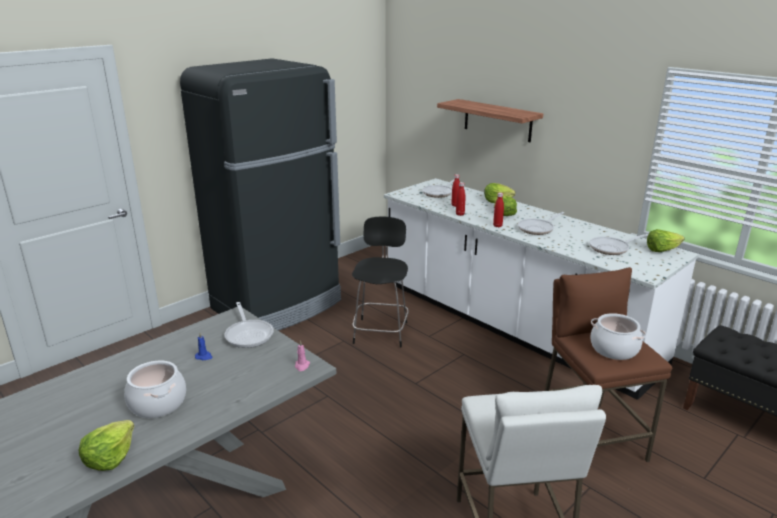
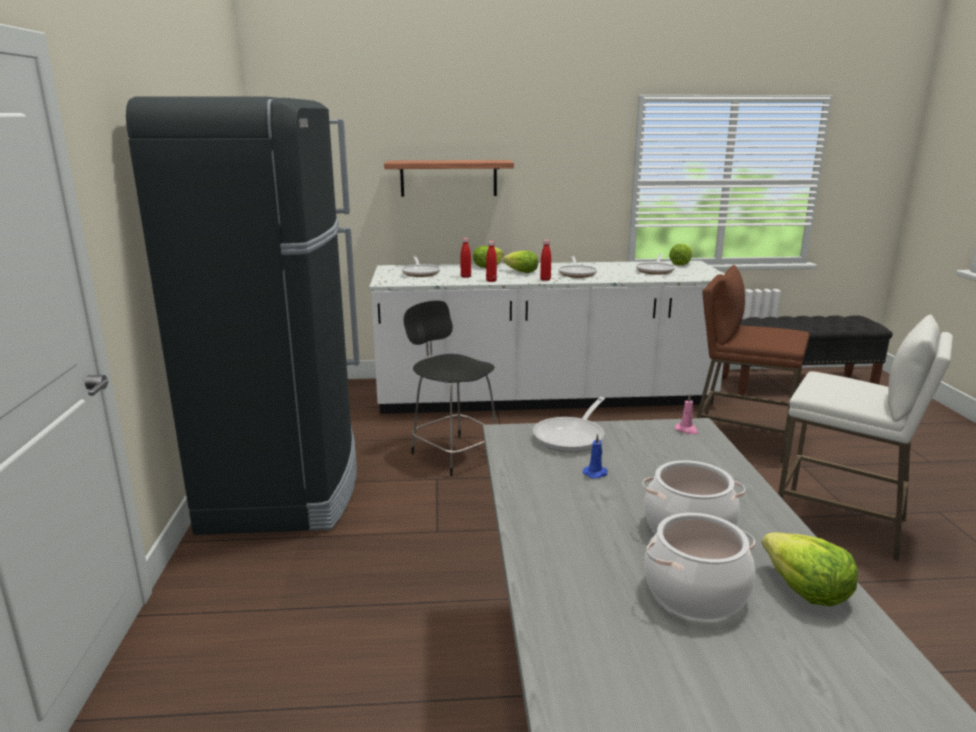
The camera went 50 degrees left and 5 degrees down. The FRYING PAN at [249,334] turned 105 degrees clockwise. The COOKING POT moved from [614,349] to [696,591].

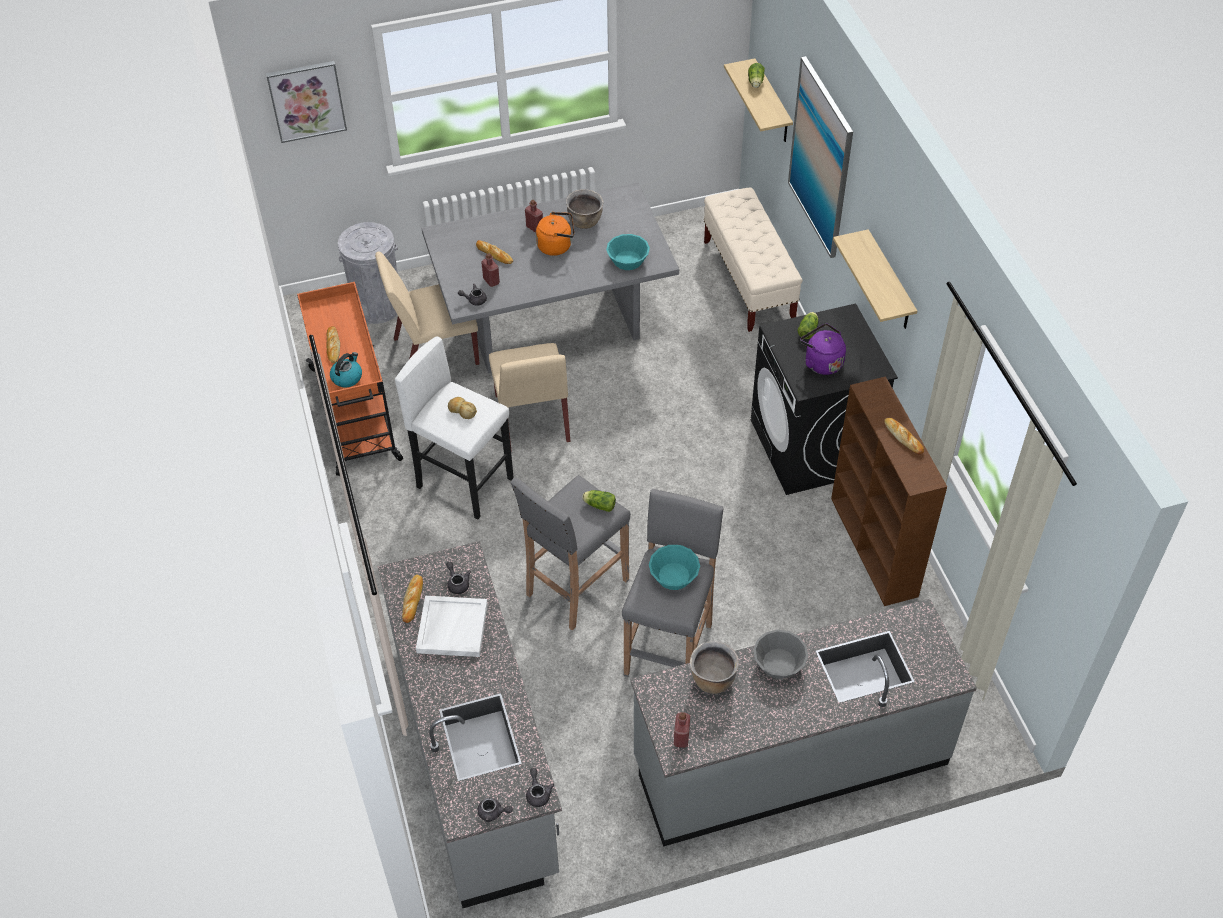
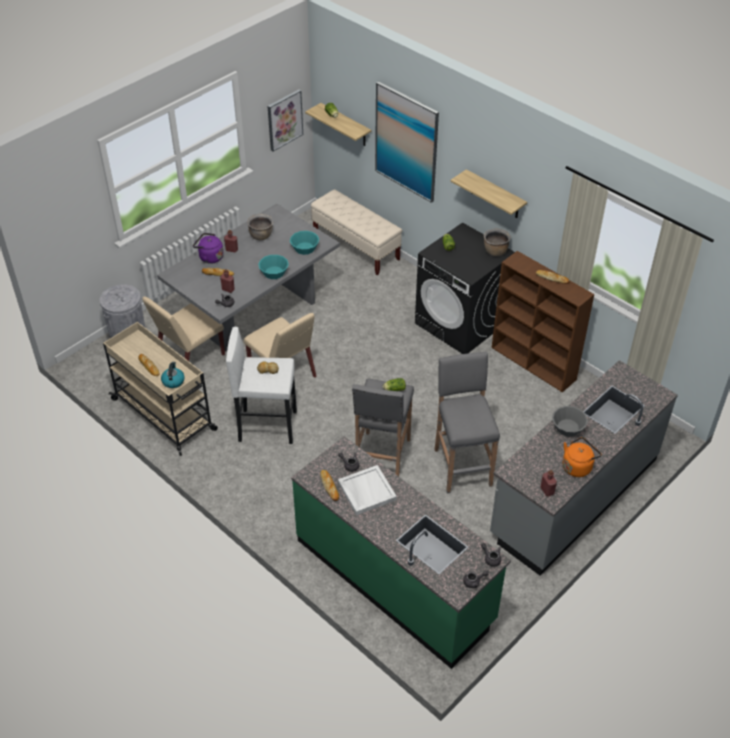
The camera went 30 degrees left and 5 degrees down. The PICTURE moved from [306,100] to [284,119]. The ORANGE KETTLE moved from [556,246] to [578,466]. The ORANGE CART at [355,415] became the BEIGE CART at [165,415]. The PURPLE KETTLE moved from [821,362] to [209,257]. The GREY COUNTER at [476,757] became the GREEN COUNTER at [395,579]. The TURQUOISE BOWL moved from [673,575] to [274,272]. The BROWN COOKING POT moved from [712,679] to [495,251].

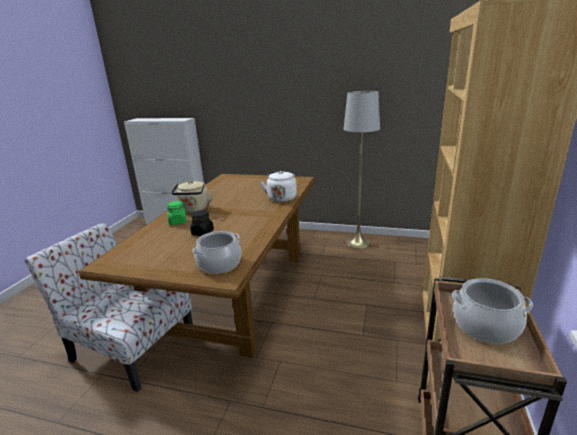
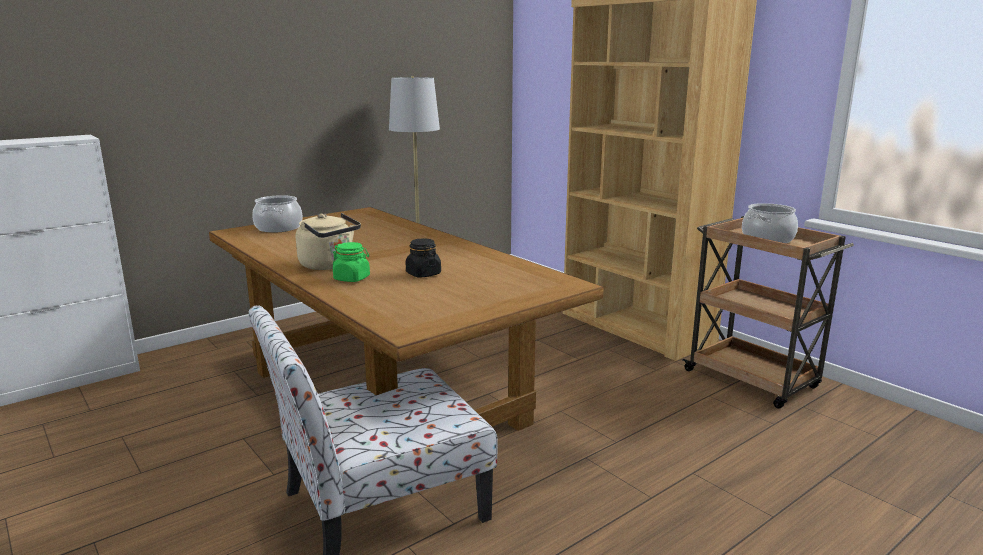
The camera went 55 degrees left and 5 degrees down. The WHITE KETTLE at [282,197] disappeared. The COOKING POT moved from [219,264] to [278,228].

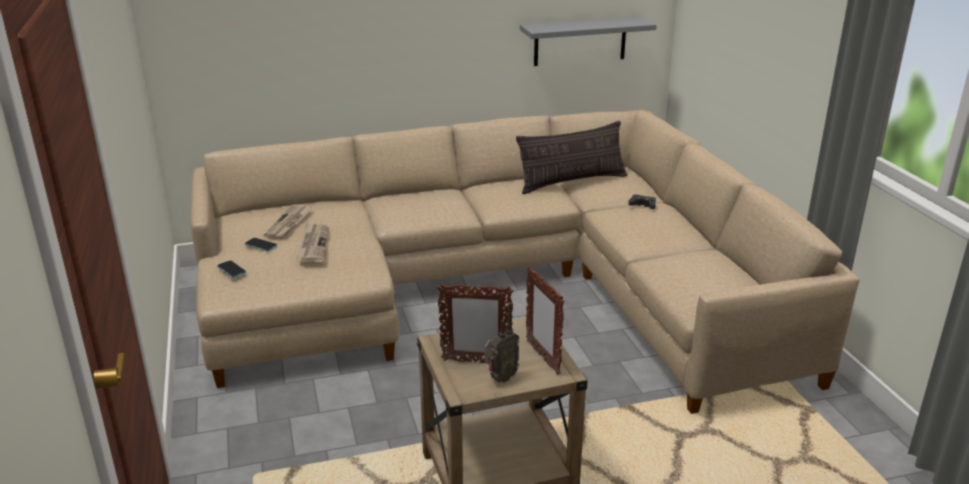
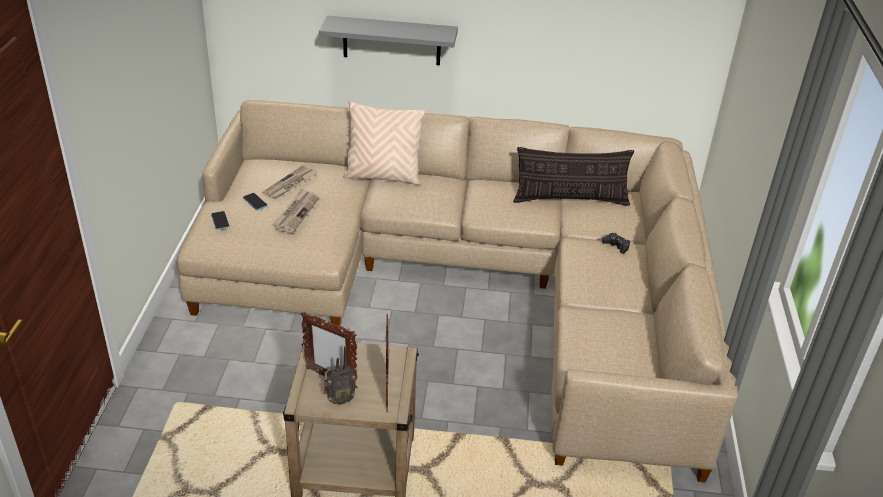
The camera went 20 degrees right and 10 degrees up. The GREY SHELF moved from [580,41] to [392,40]. The BEIGE PILLOW at [383,176] appeared.

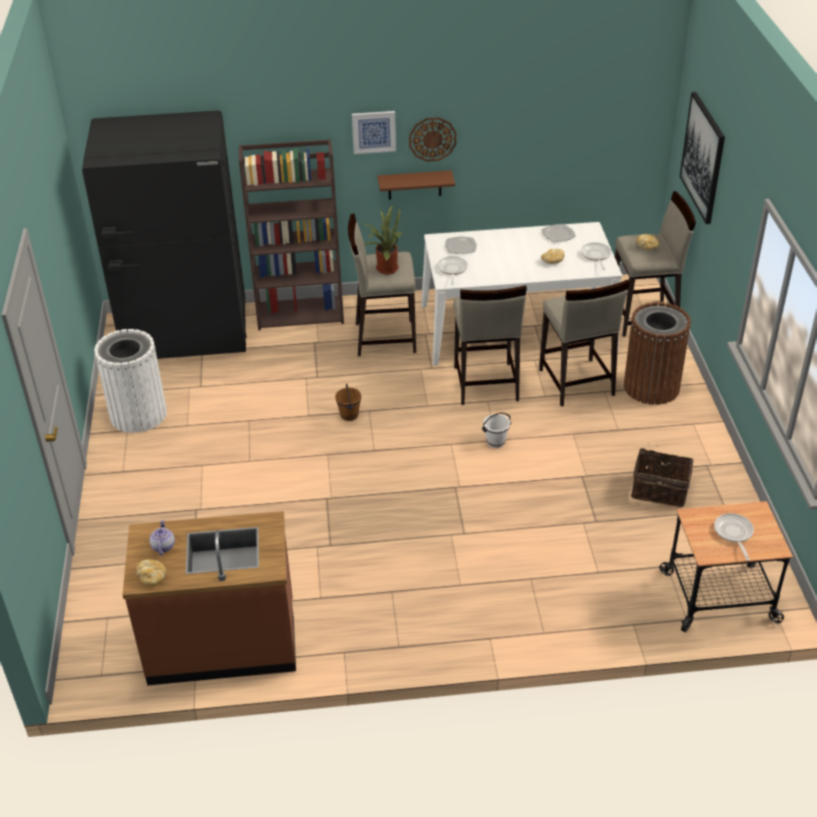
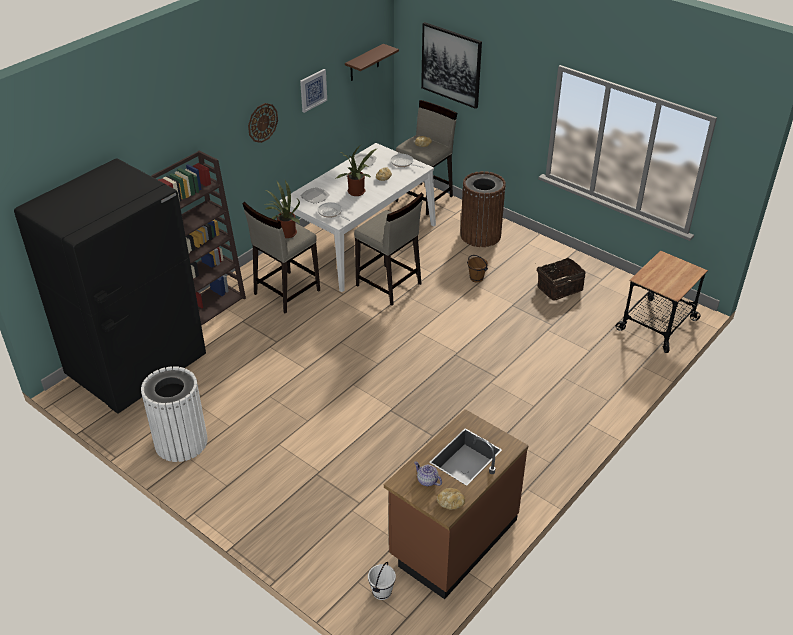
The camera went 45 degrees left and 0 degrees up. The PICTURE moved from [374,131] to [313,90]. The BROWN SHELF moved from [414,185] to [364,63]. The BEIGE STOOL at [576,383] disappeared. The BROWN BUCKET moved from [349,415] to [476,278]. The WHITE BUCKET moved from [496,442] to [382,592]. The FRYING PAN at [733,534] disappeared. The POTTED PLANT at [357,193] appeared.

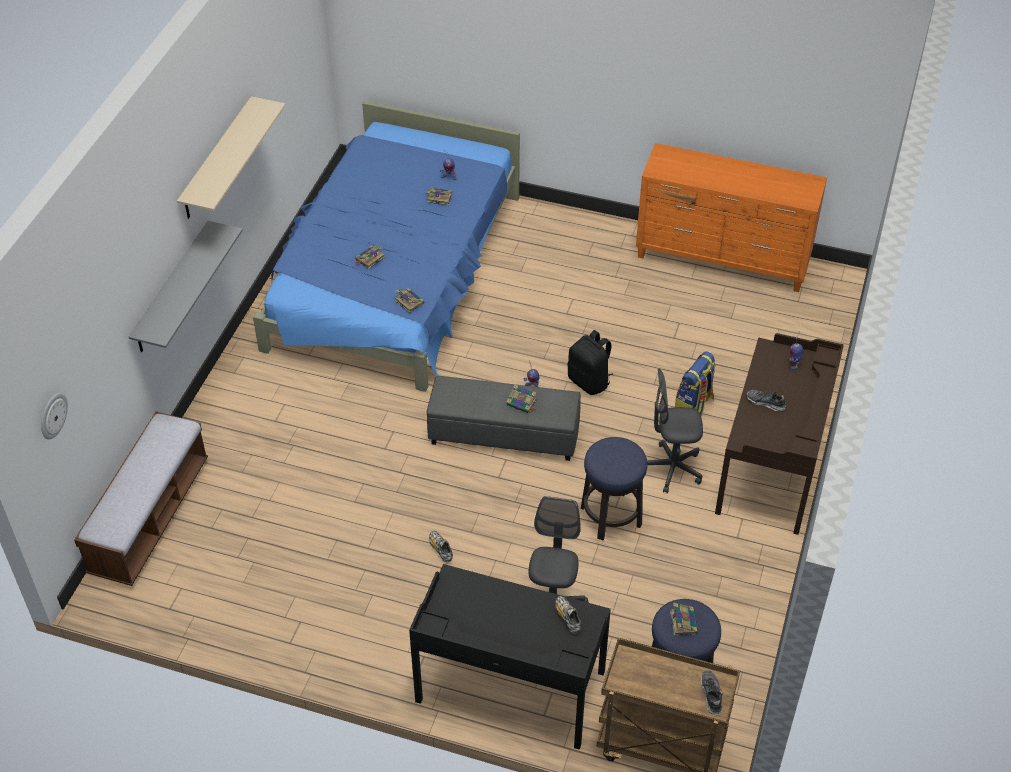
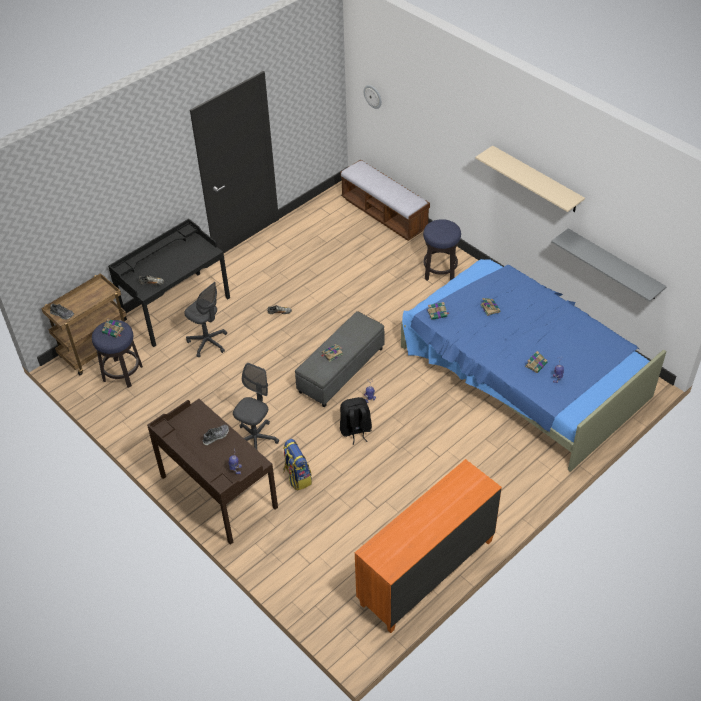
The camera went 120 degrees right and 0 degrees up. The GREY SHELF moved from [172,288] to [614,264]. The STOOL moved from [611,516] to [440,271].

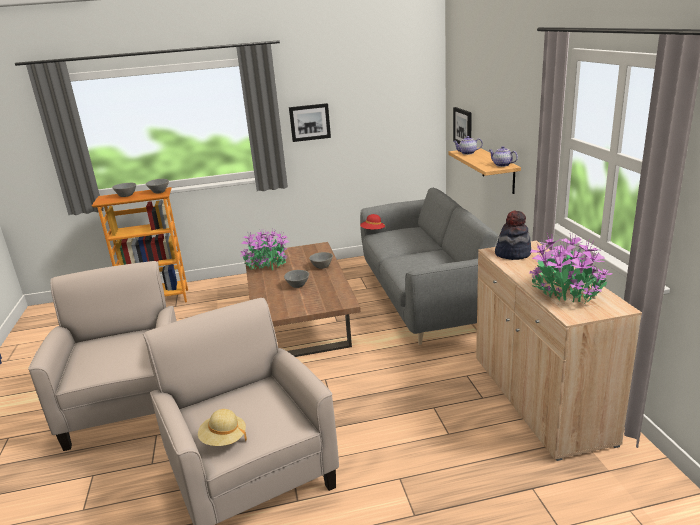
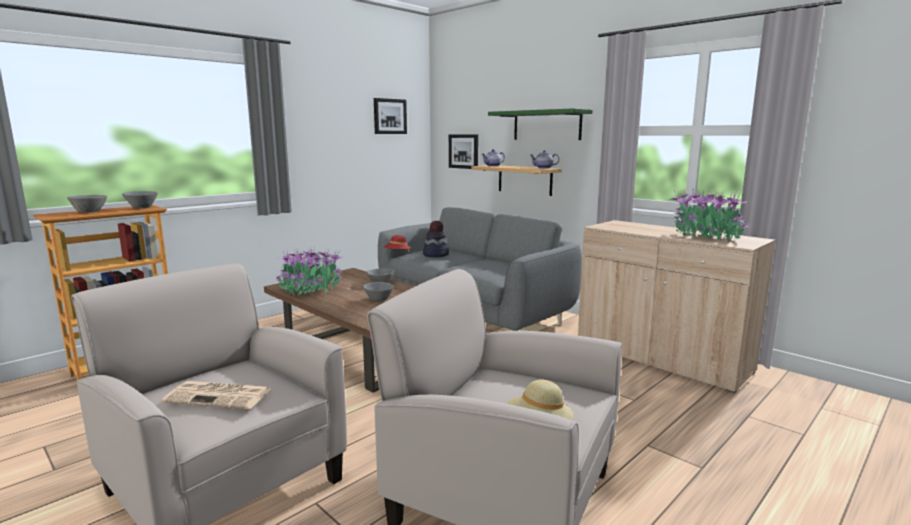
The camera went 35 degrees left and 10 degrees down. The PICTURE moved from [309,122] to [389,116]. The HAT moved from [512,254] to [435,254]. The GREEN SHELF at [546,125] appeared. The NEWSPAPER at [220,395] appeared.

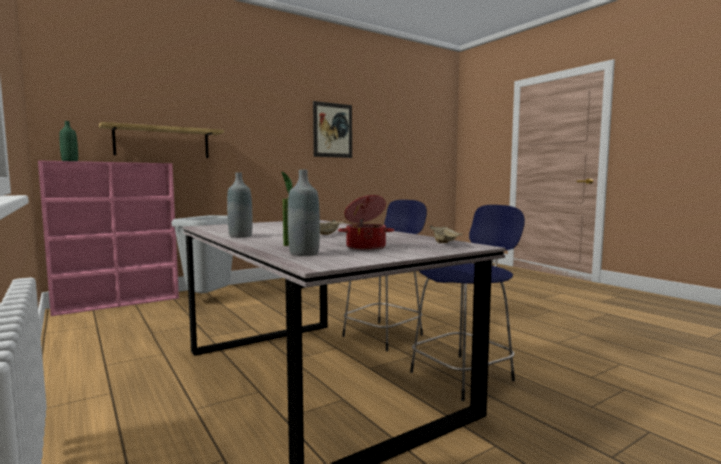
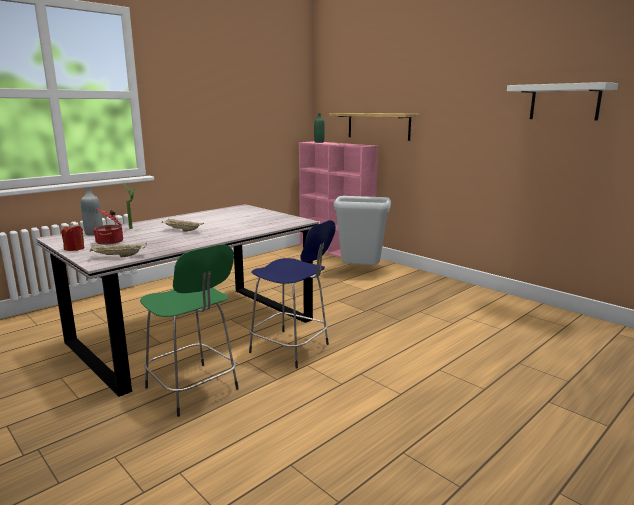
The camera went 80 degrees right and 10 degrees up. The PICTURE at [332,130] was replaced by the WHITE SHELF at [564,102]. The GREY BOTTLE at [240,236] disappeared. The BLUE STOOL at [464,375] became the GREEN STOOL at [193,390]. The RED CANDLE at [74,249] appeared.

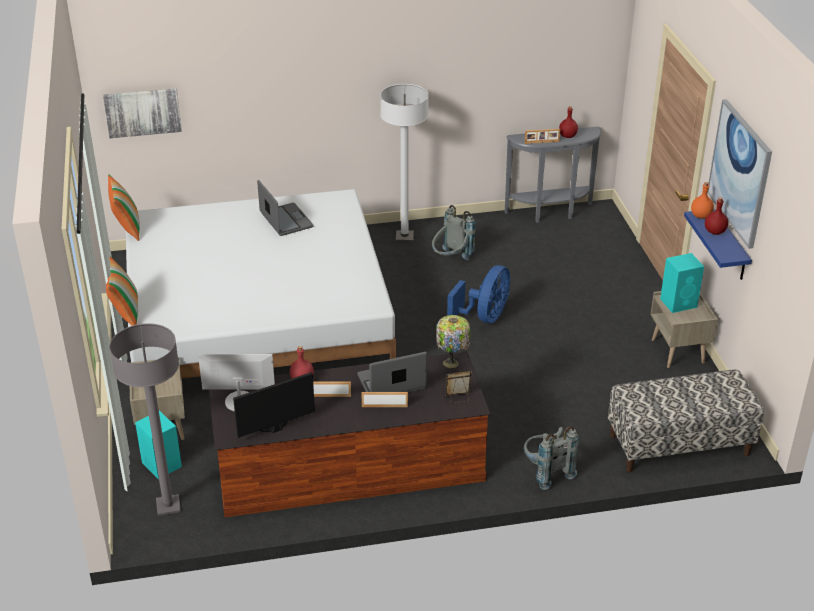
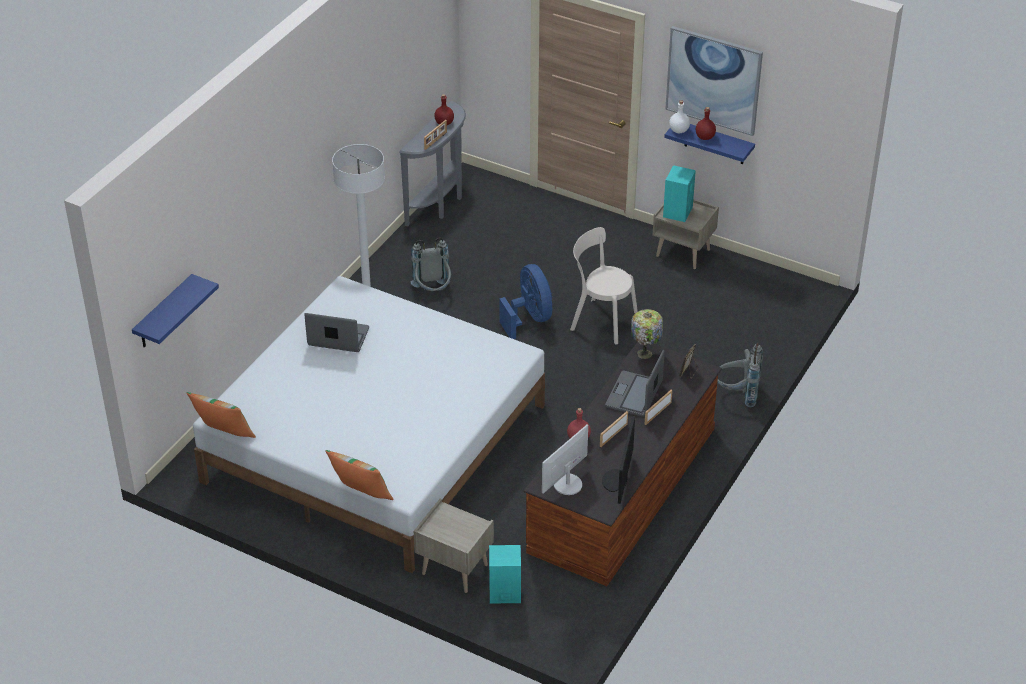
The camera went 50 degrees left and 5 degrees up. The PICTURE at [142,112] was replaced by the BLUE SHELF at [164,313]. The ORANGE BOTTLE at [700,216] became the WHITE BOTTLE at [679,131]. The GREY FLOOR LAMP at [168,506] disappeared. The BENCH at [679,445] disappeared. The BEIGE CHAIR at [601,320] appeared.

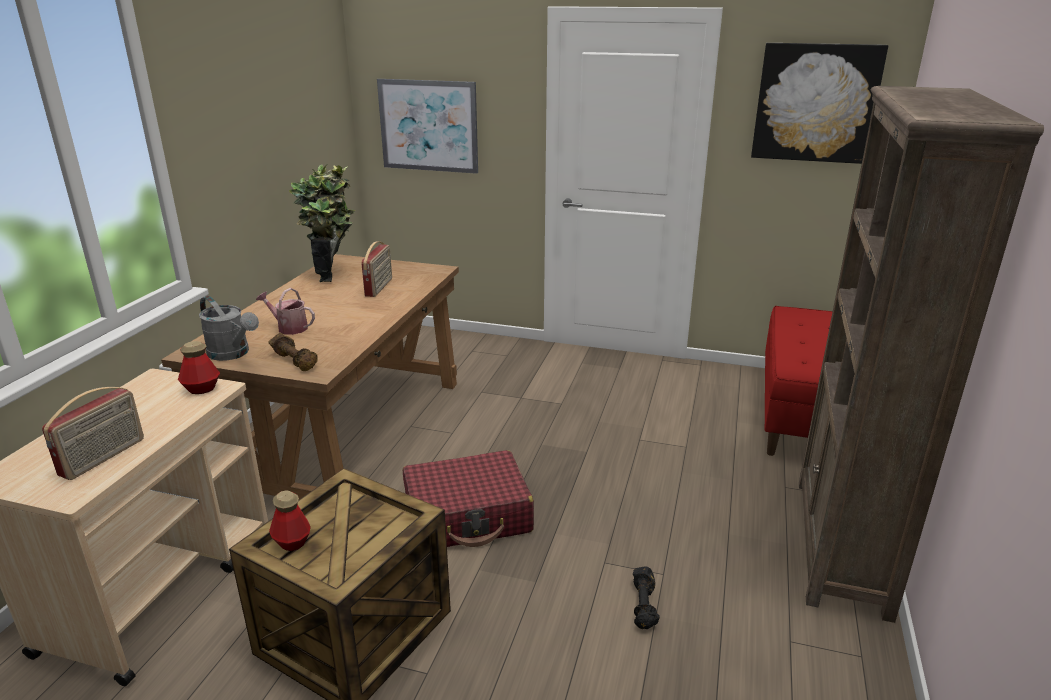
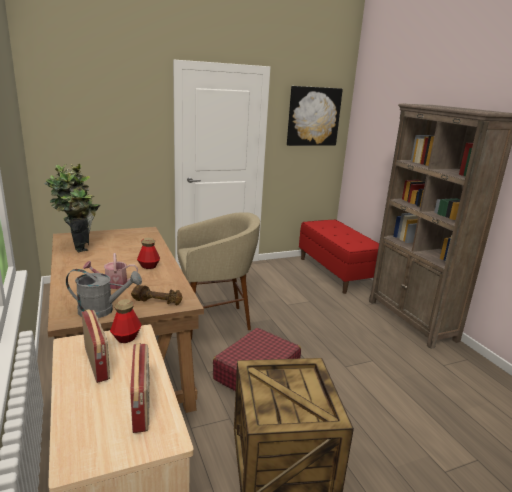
The camera went 40 degrees left and 5 degrees down. The PICTURE at [428,126] disappeared. The RADIO moved from [379,287] to [97,363]. The BOTTLE moved from [292,542] to [148,266]. The BLACK DUMBBELL at [644,606] disappeared. The BEIGE STOOL at [215,321] appeared.

